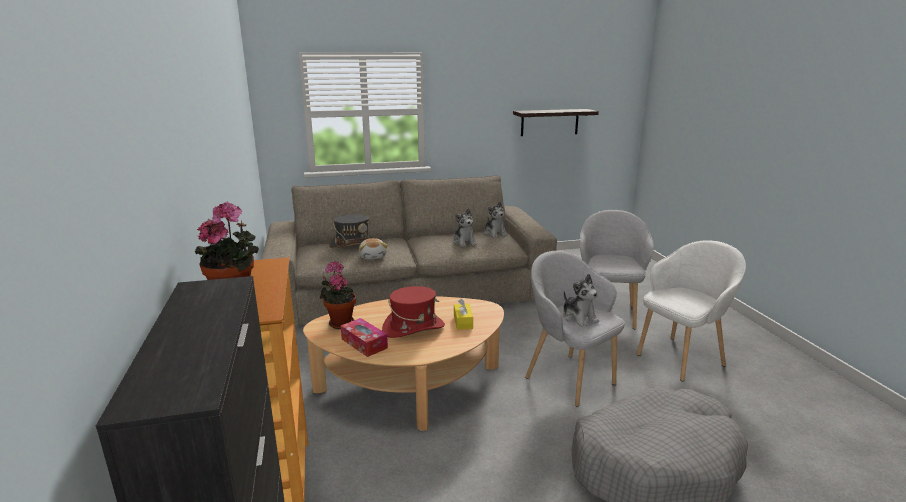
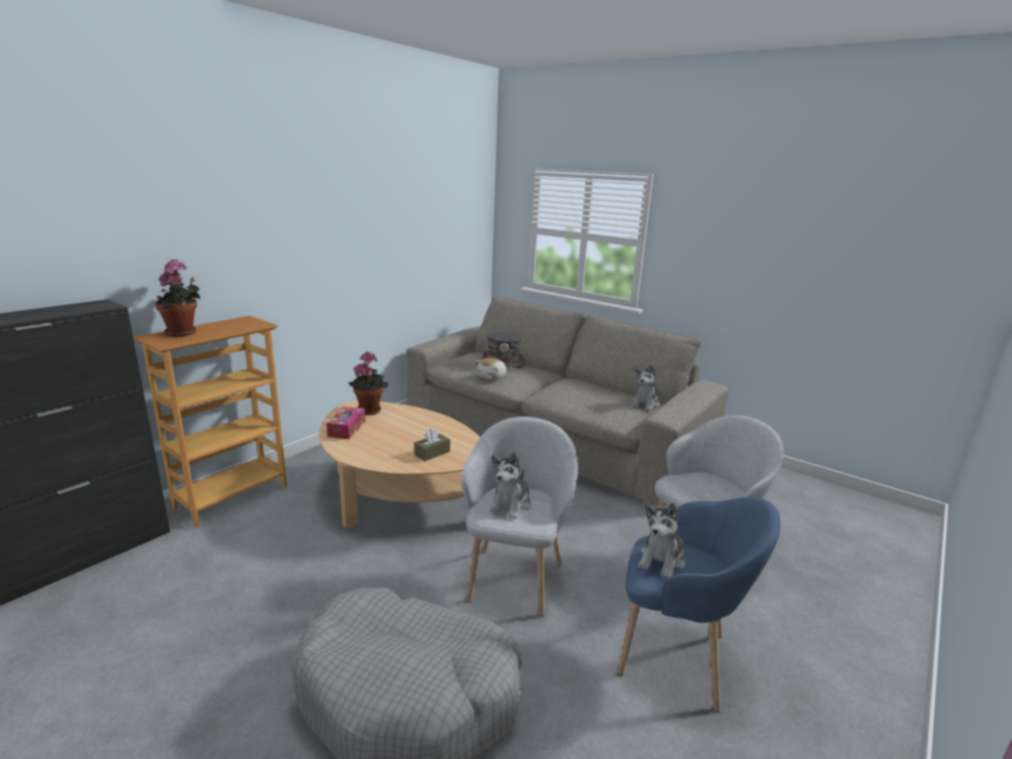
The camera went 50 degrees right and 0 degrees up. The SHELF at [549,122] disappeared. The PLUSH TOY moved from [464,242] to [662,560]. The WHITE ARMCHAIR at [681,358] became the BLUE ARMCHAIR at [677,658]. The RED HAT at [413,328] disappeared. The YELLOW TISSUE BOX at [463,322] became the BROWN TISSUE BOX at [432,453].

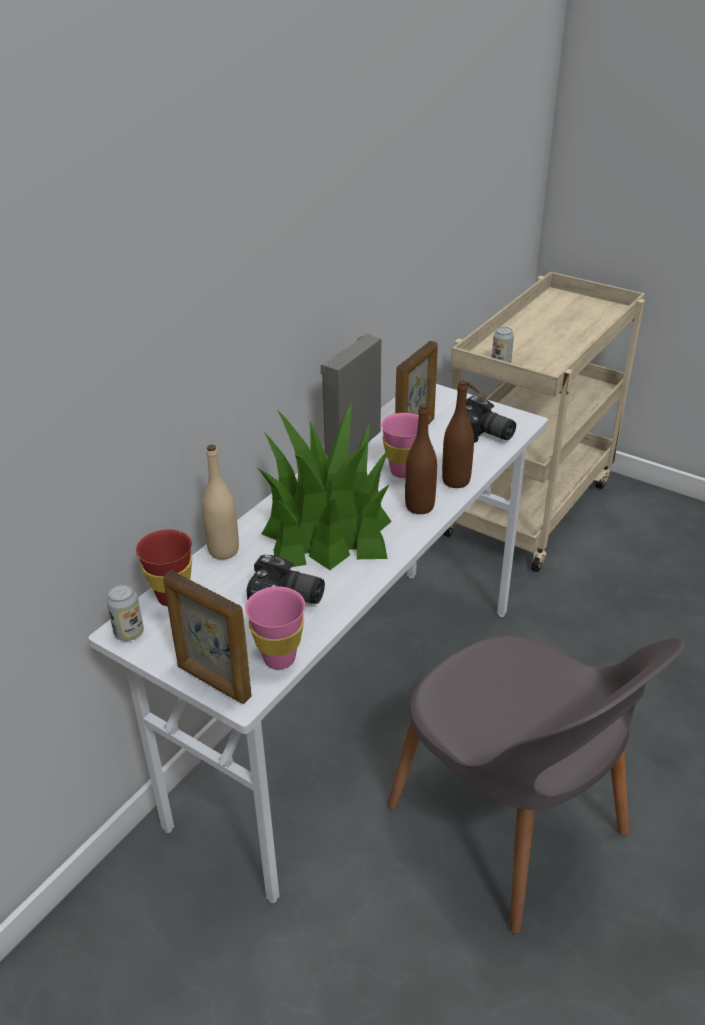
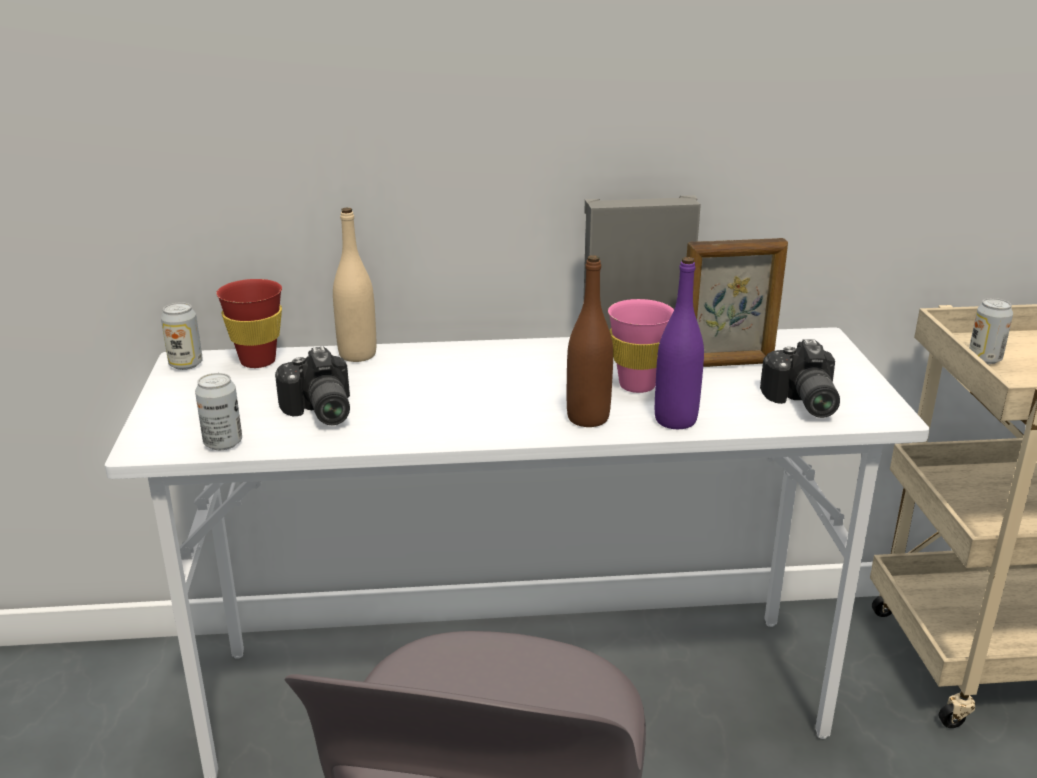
The camera went 50 degrees right and 10 degrees down. The BROWN BOTTLE at [456,481] became the PURPLE BOTTLE at [675,420]. The POTTED PLANT at [326,526] disappeared. The PICTURE FRAME at [213,682] disappeared. The PINK CUP at [279,658] was replaced by the CAN at [223,443].

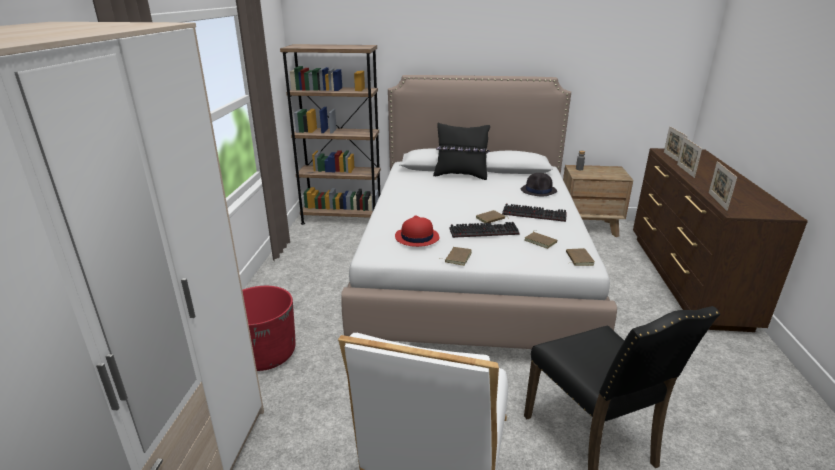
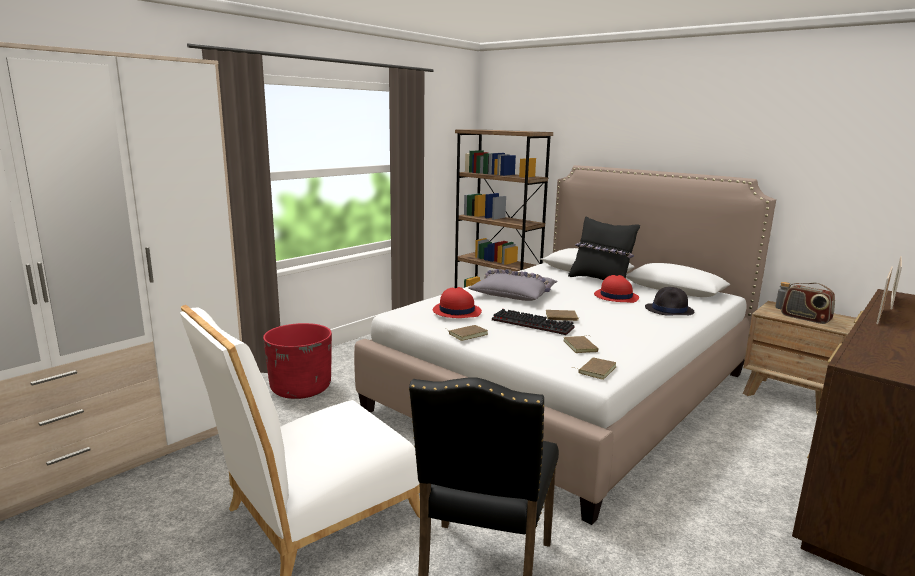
The camera went 35 degrees right and 10 degrees down. The PICTURE FRAME at [717,201] disappeared. The KEYBOARD at [535,214] disappeared. The GREY PILLOW at [514,293] appeared. The RED HAT at [615,296] appeared. The RADIO at [805,318] appeared.

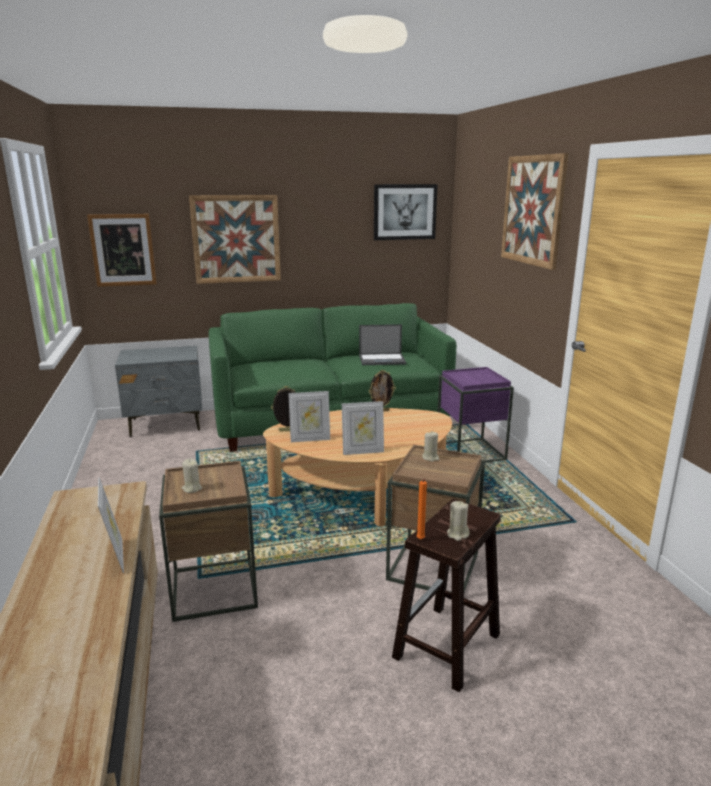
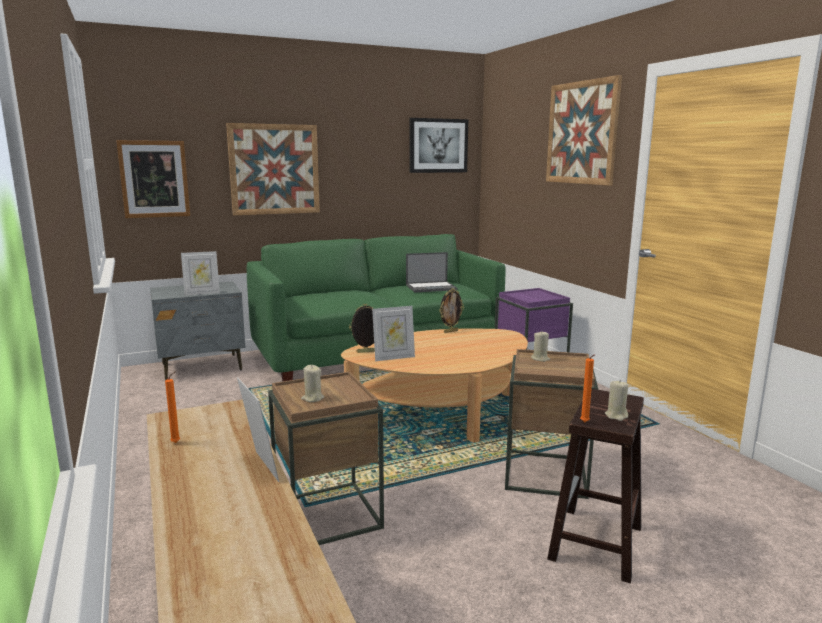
The camera went 10 degrees left and 5 degrees down. The PICTURE FRAME moved from [363,451] to [202,293]. The ORANGE CANDLE at [177,442] appeared.

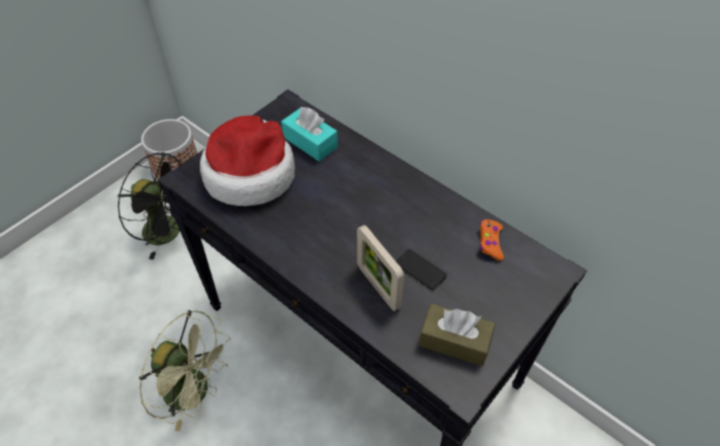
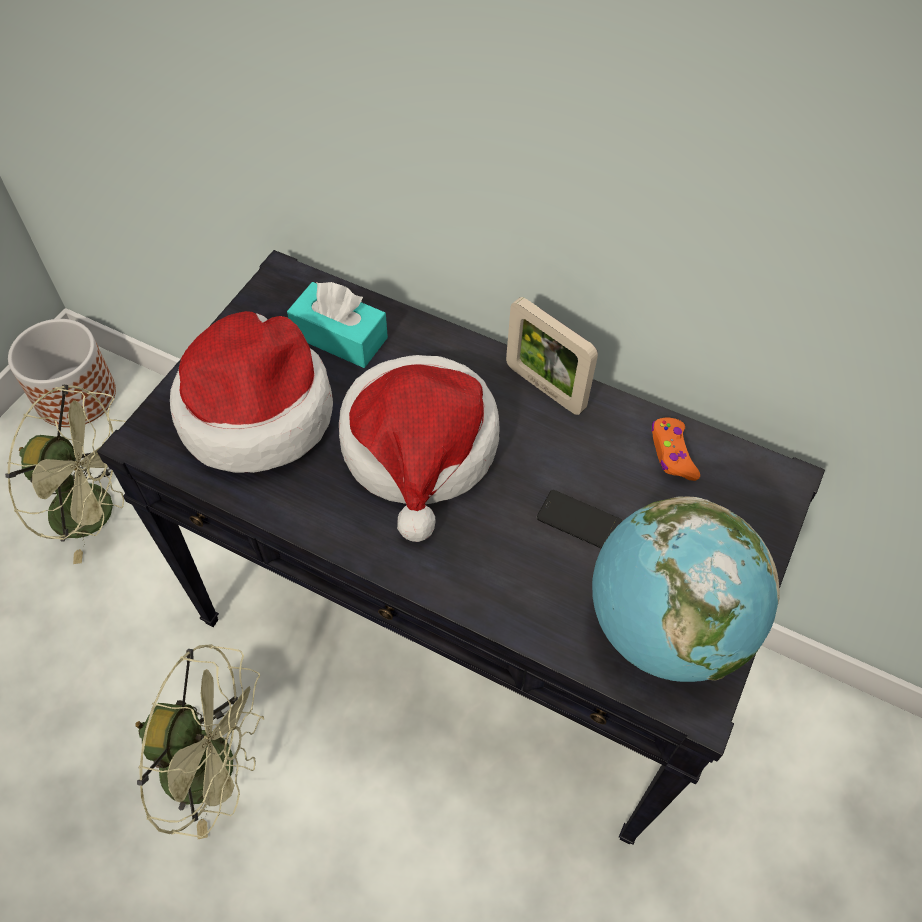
The camera went 15 degrees left and 5 degrees up. The BLACK FAN at [169,233] became the GREEN FAN at [97,512]. The PICTURE FRAME moved from [378,287] to [545,388]. The BROWN TISSUE BOX at [454,341] was replaced by the GLOBE at [664,627]. The HAT at [420,450] appeared.

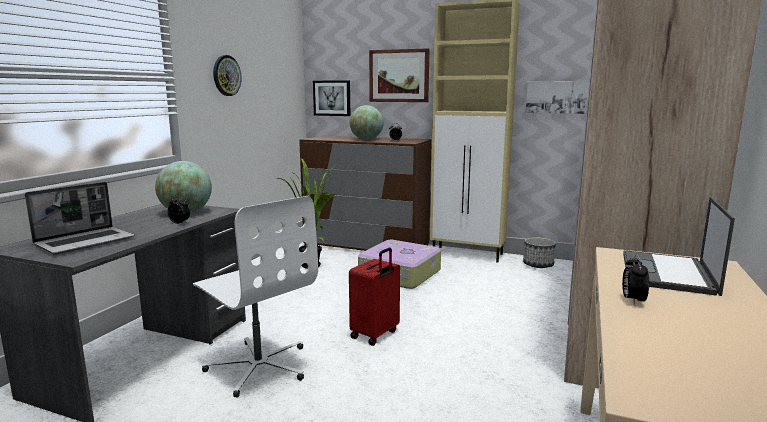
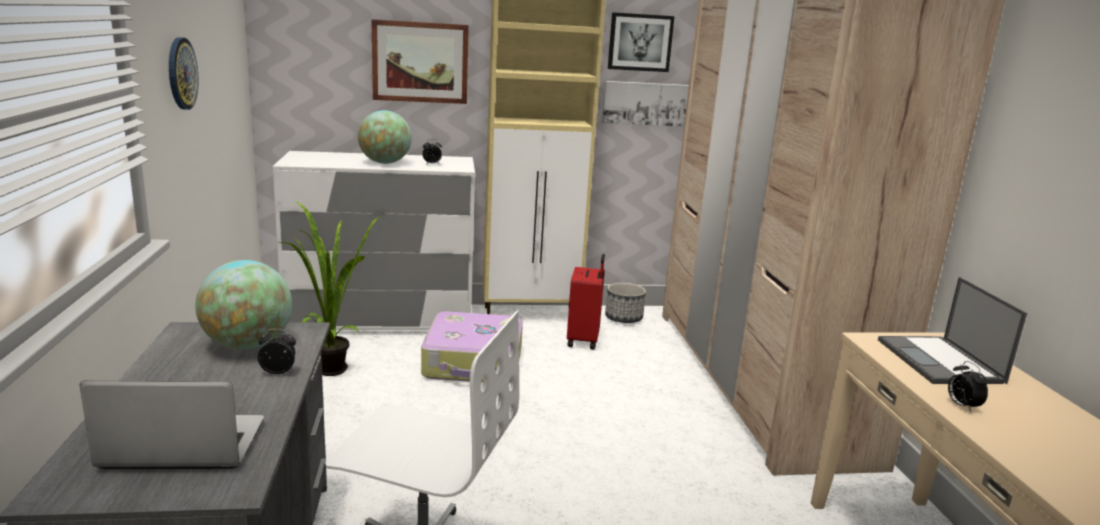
The camera went 30 degrees left and 5 degrees up. The PICTURE moved from [332,98] to [640,42]. The BROWN DRESSER at [366,245] became the WHITE DRESSER at [381,319]. The LAPTOP at [86,242] turned 105 degrees counterclockwise. The RED SUITCASE moved from [375,334] to [584,340].

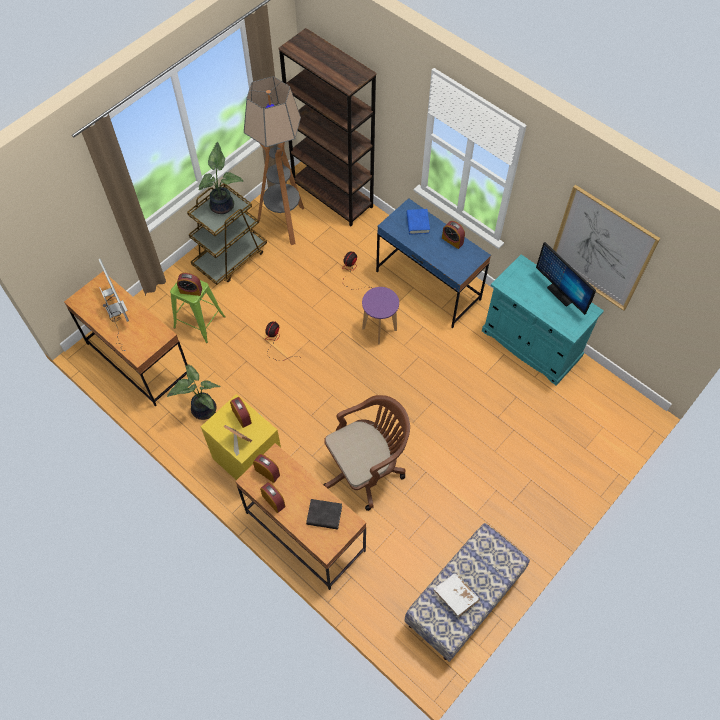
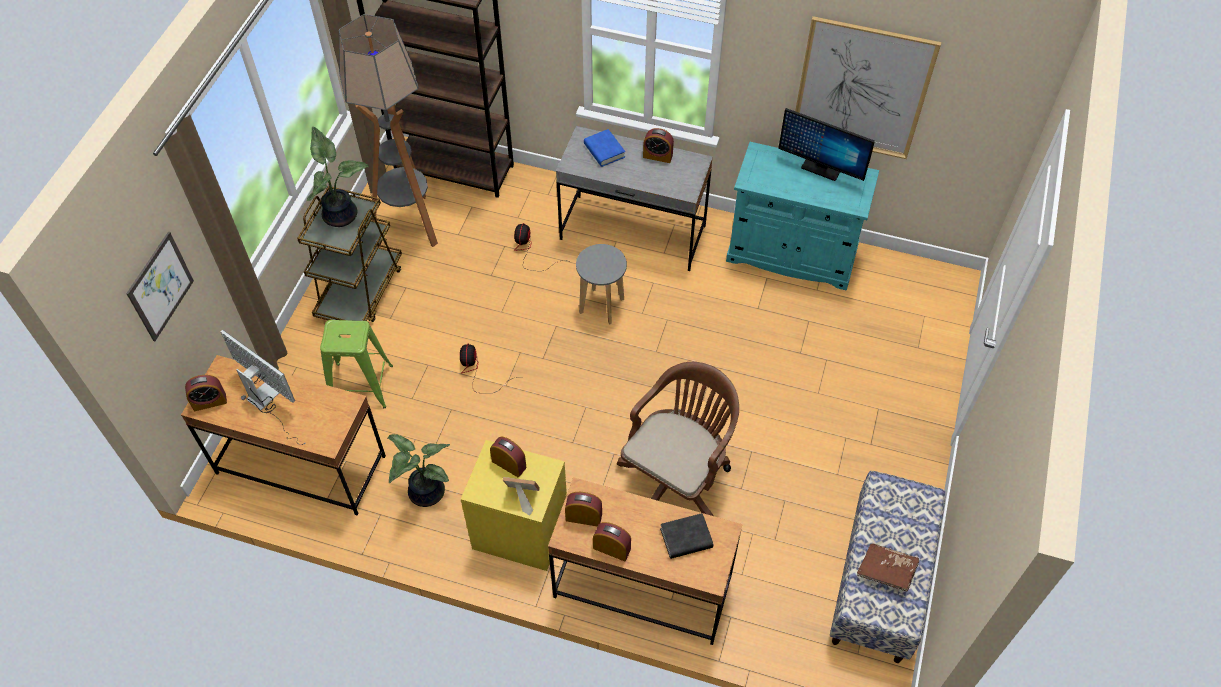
The camera went 25 degrees left and 5 degrees down. The BLUE DESK at [428,286] became the GREY DESK at [633,233]. The ALARM CLOCK moved from [191,290] to [209,401]. The PURPLE STOOL at [379,329] became the GREY STOOL at [601,306]. The WHITE BOOK at [455,596] became the BROWN BOOK at [886,571]. The PICTURE at [160,286] appeared.

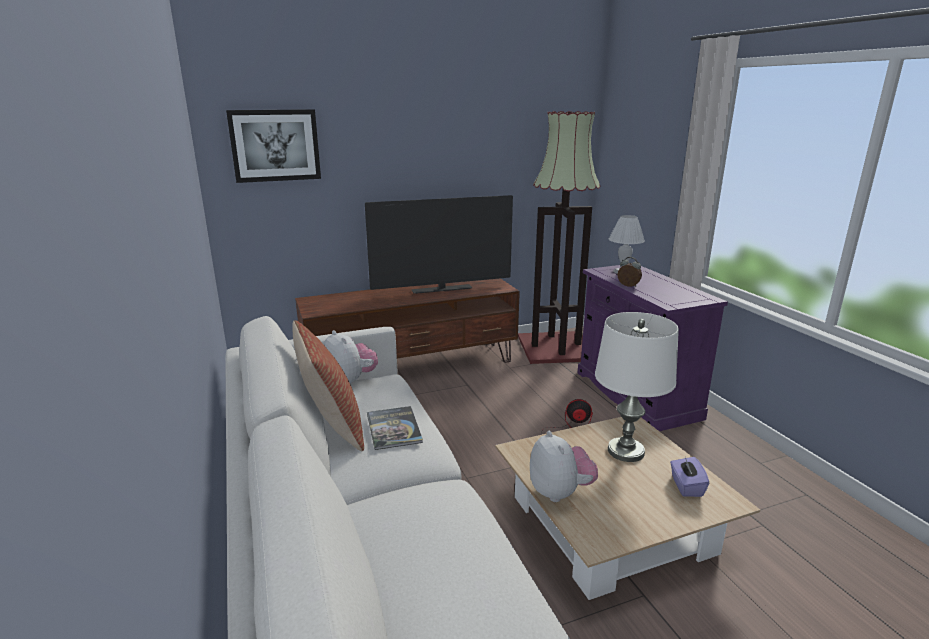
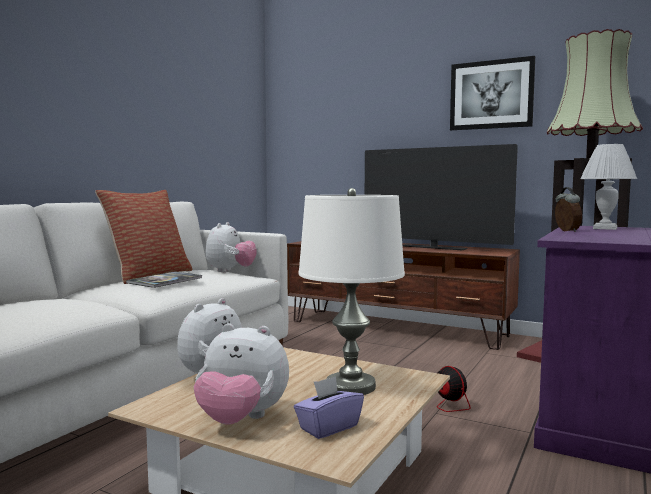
The camera went 50 degrees right and 15 degrees down. The PICTURE moved from [275,145] to [491,95]. The PLUSH TOY at [241,420] appeared.

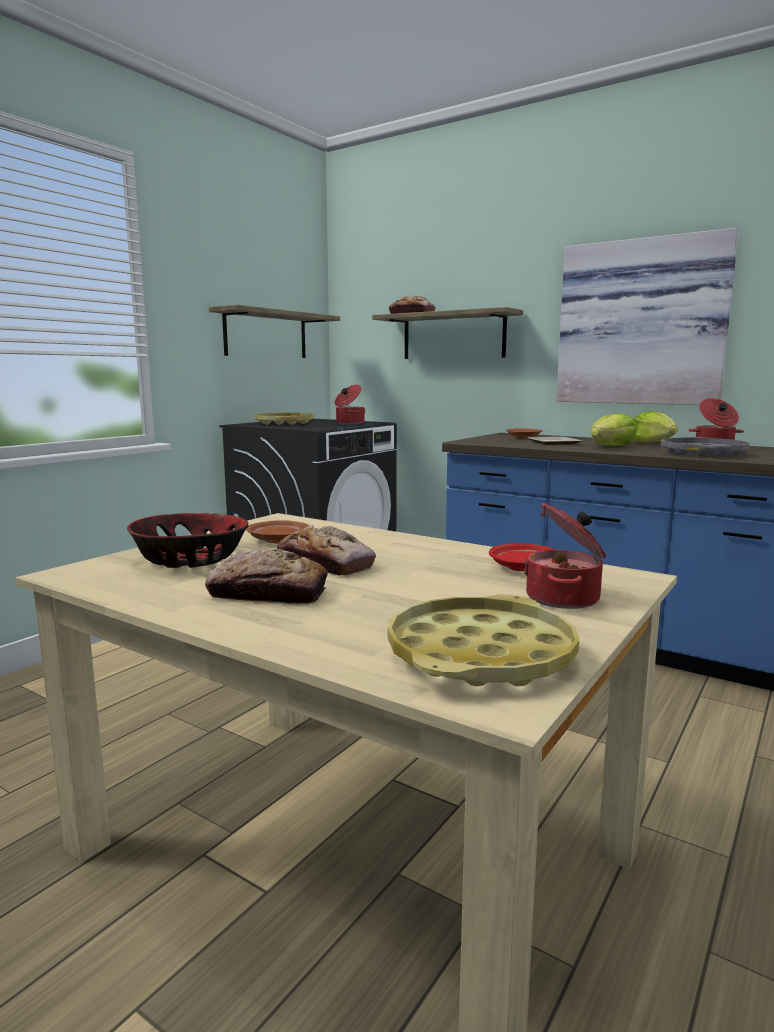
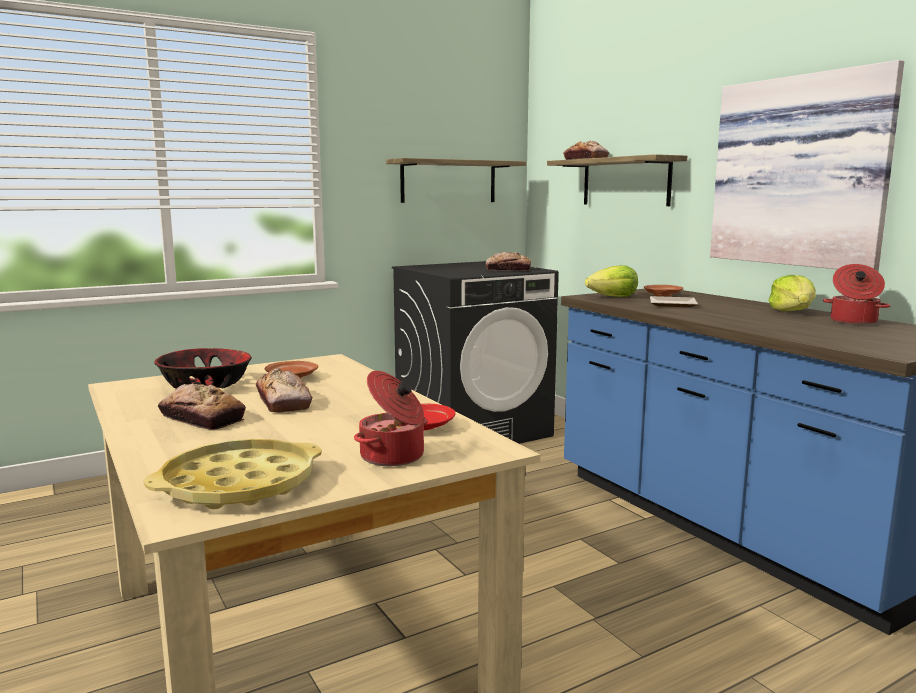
The camera went 25 degrees right and 0 degrees up. The COOKING POT at [349,423] was replaced by the BREAD at [508,270]. The YELLOW TRAY at [284,423] disappeared. The LETTUCE moved from [611,446] to [613,297]. The GREY TRAY at [703,453] disappeared.

